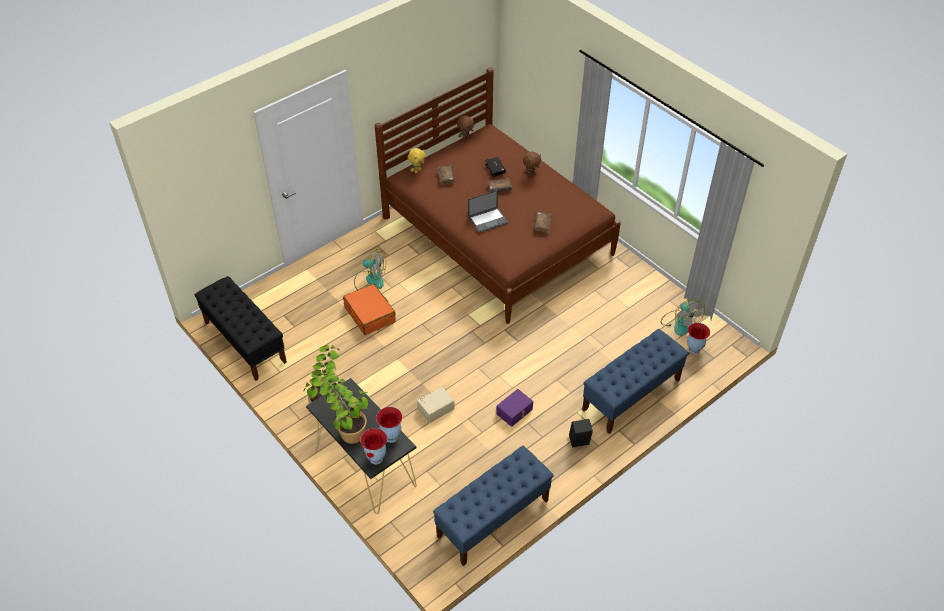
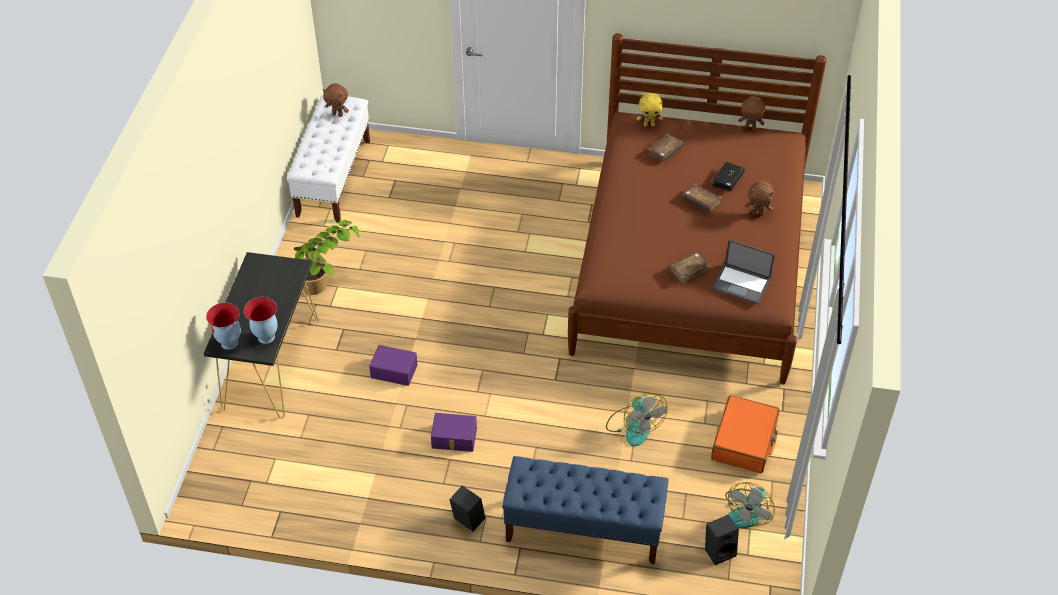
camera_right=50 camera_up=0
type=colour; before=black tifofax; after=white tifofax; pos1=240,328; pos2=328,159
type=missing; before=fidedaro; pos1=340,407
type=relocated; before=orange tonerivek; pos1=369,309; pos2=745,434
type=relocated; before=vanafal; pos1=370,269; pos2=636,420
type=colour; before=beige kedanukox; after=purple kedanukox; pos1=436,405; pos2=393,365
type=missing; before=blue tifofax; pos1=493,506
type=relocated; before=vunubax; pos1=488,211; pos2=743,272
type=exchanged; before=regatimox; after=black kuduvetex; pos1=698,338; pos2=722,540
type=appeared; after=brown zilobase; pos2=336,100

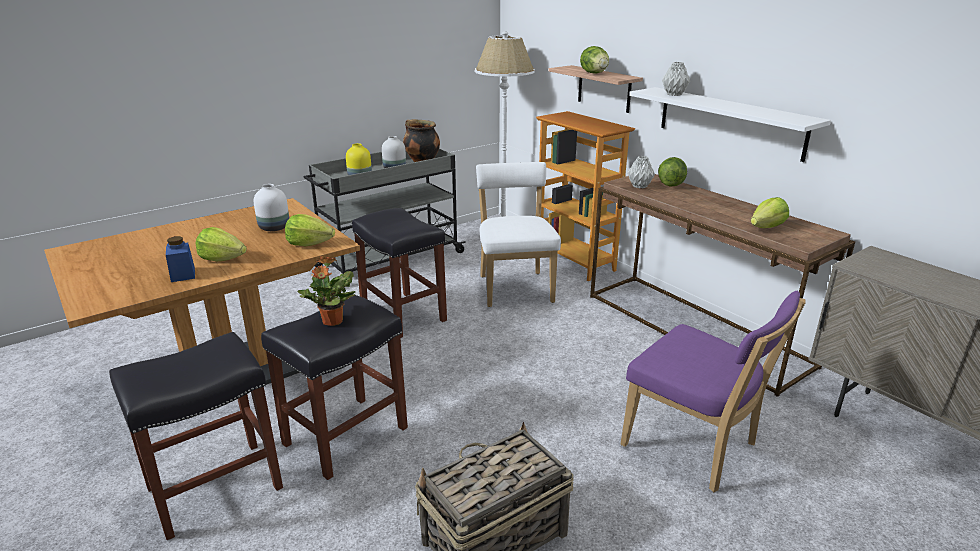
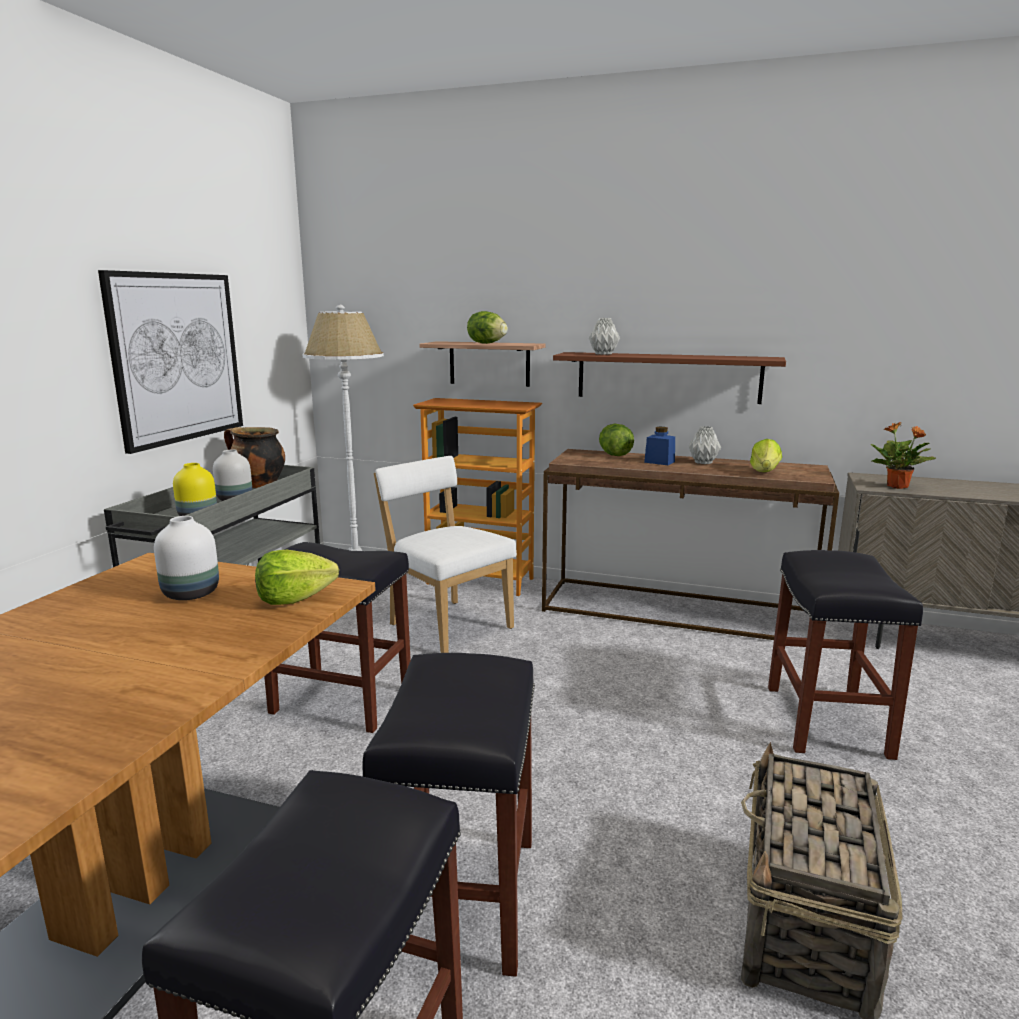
camera_right=-35 camera_up=-10
type=relocated; before=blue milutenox; pos1=180,259; pos2=659,446
type=missing; before=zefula; pos1=221,244
type=relocated; before=fidedaro; pos1=326,291; pos2=903,455
type=exchanged; before=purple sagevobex; after=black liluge; pos1=713,391; pos2=845,655
type=relocated; before=grey regatimox; pos1=641,172; pos2=704,445
type=colour; before=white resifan; after=brown resifan; pos1=730,124; pos2=669,378
type=appeared; after=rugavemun; pos2=170,362

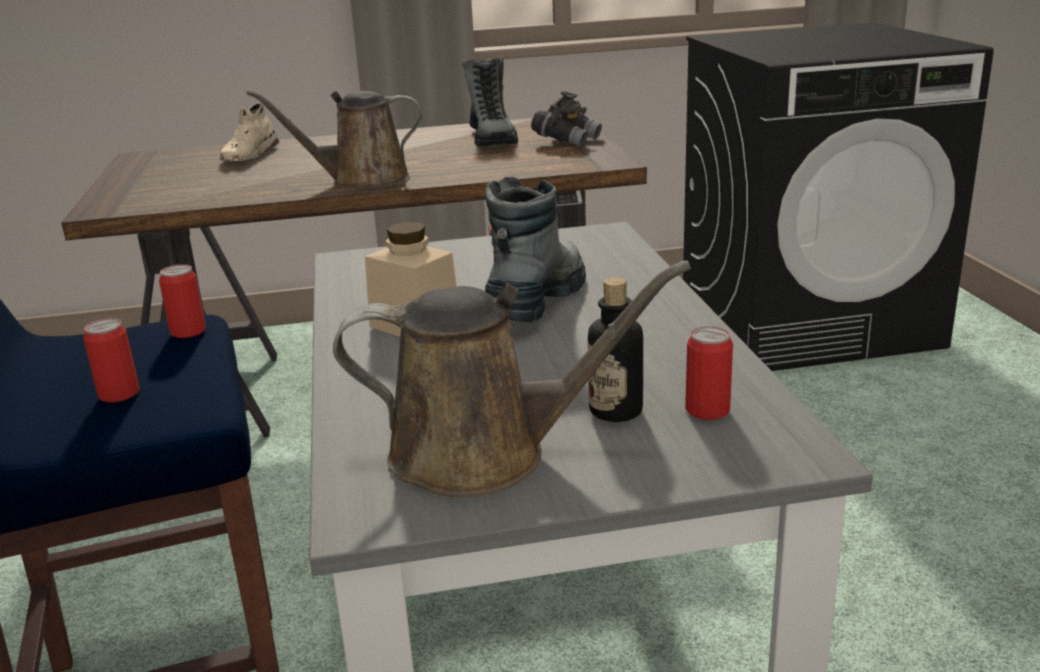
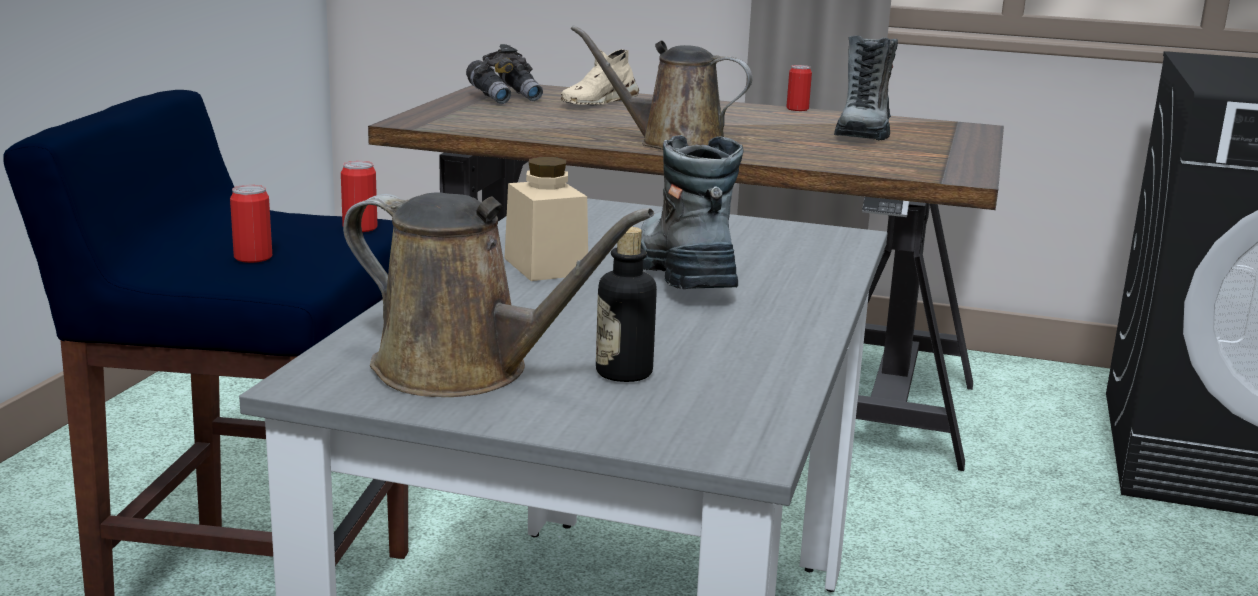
camera_right=25 camera_up=-5
type=spun; before=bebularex; pos1=535,249; pos2=692,212; turn=-60
type=relocated; before=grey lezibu; pos1=566,119; pos2=504,74
type=relocated; before=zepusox; pos1=709,373; pos2=799,88

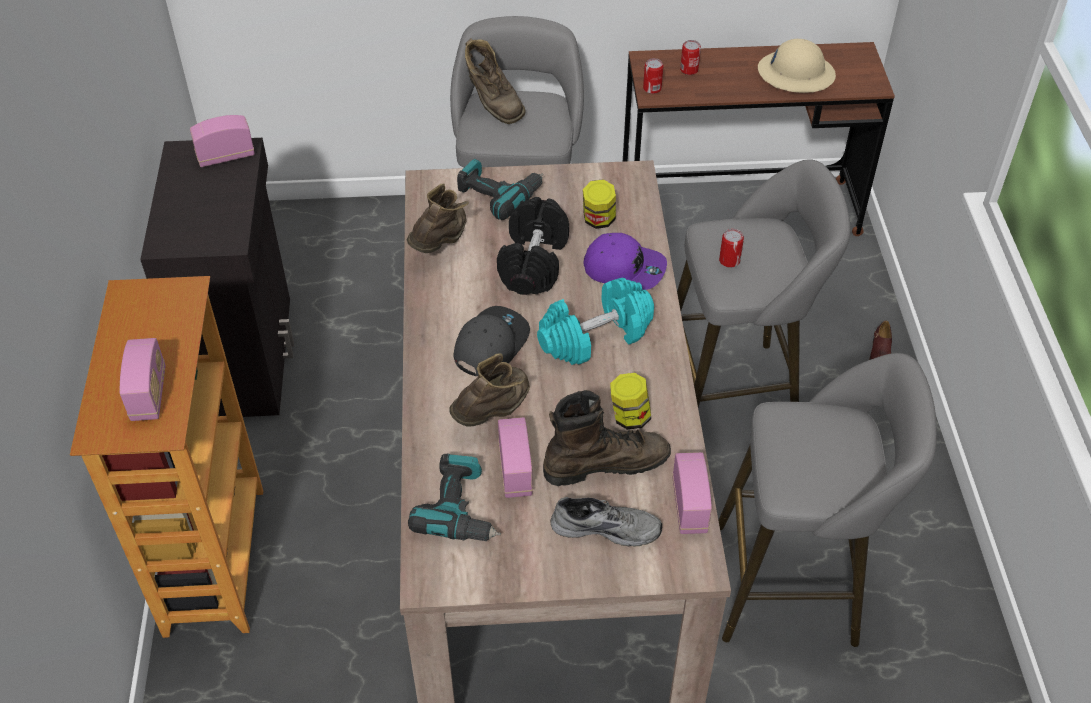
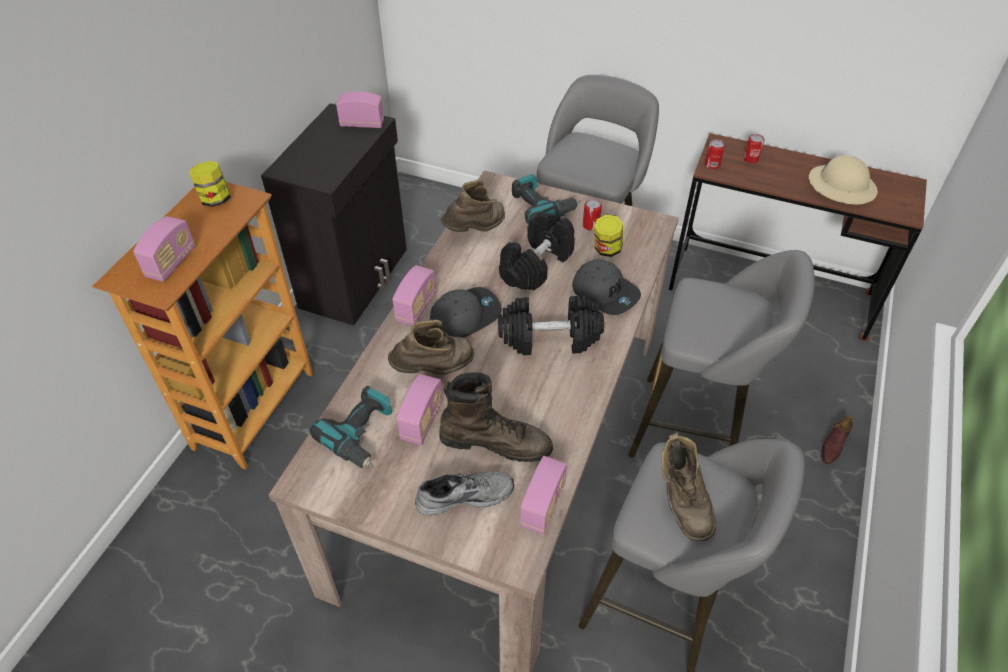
camera_right=25 camera_up=0
type=relocated; before=brown bebularex; pos1=495,81; pos2=688,487
type=colour; before=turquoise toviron; after=black toviron; pos1=595,321; pos2=551,325
type=spun; before=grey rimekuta; pos1=606,522; pos2=464,493; turn=-45
type=colour; before=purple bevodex; after=grey bevodex; pos1=625,261; pos2=606,287
type=relocated; before=milutenox; pos1=630,401; pos2=210,184
type=relocated; before=zepusox; pos1=731,248; pos2=592,215
type=appeared; after=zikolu; pos2=414,295

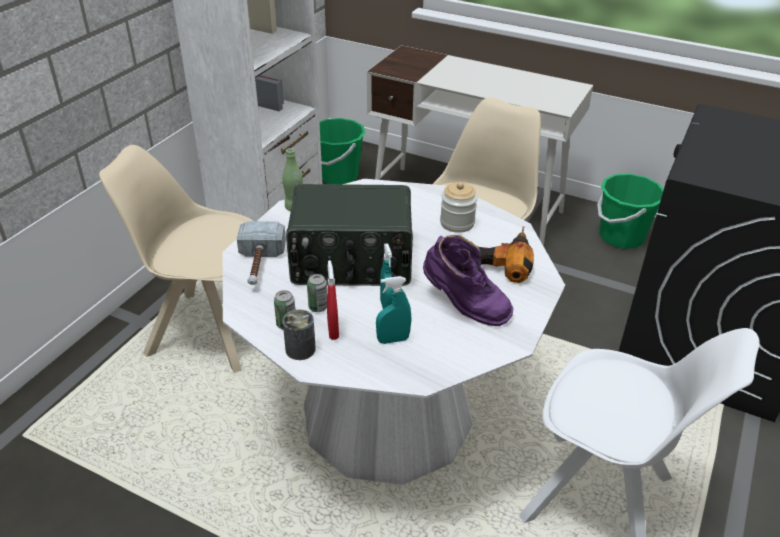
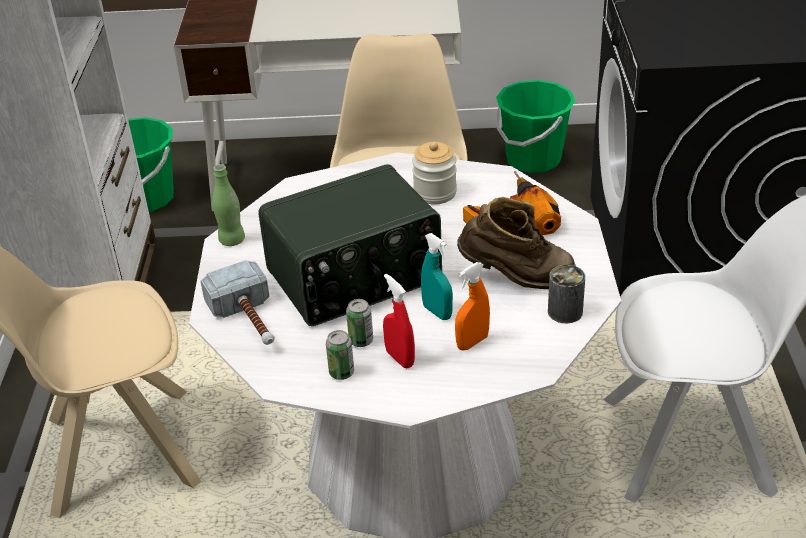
camera_right=-25 camera_up=0
type=relocated; before=zepusox; pos1=299,335; pos2=566,294
type=colour; before=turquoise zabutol; after=orange zabutol; pos1=393,310; pos2=472,306
type=colour; before=purple bebularex; after=brown bebularex; pos1=468,280; pos2=516,243

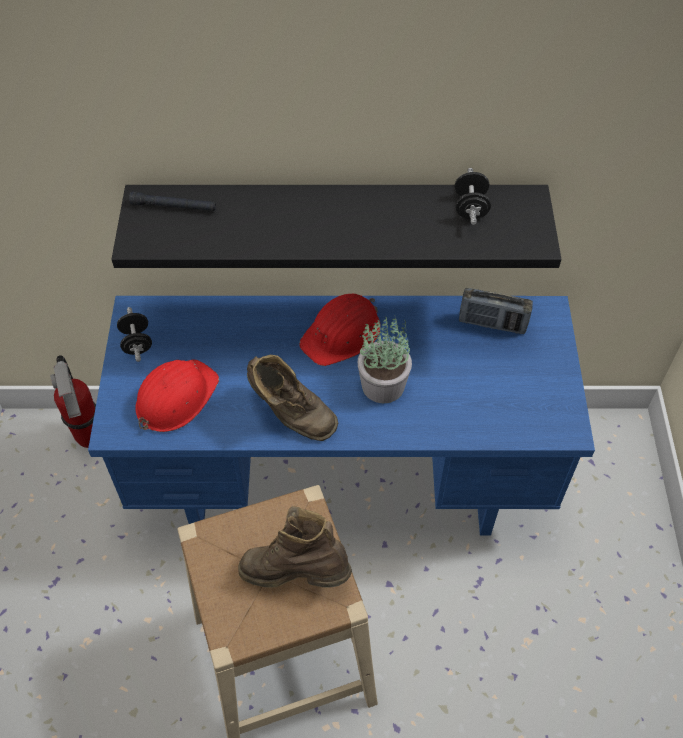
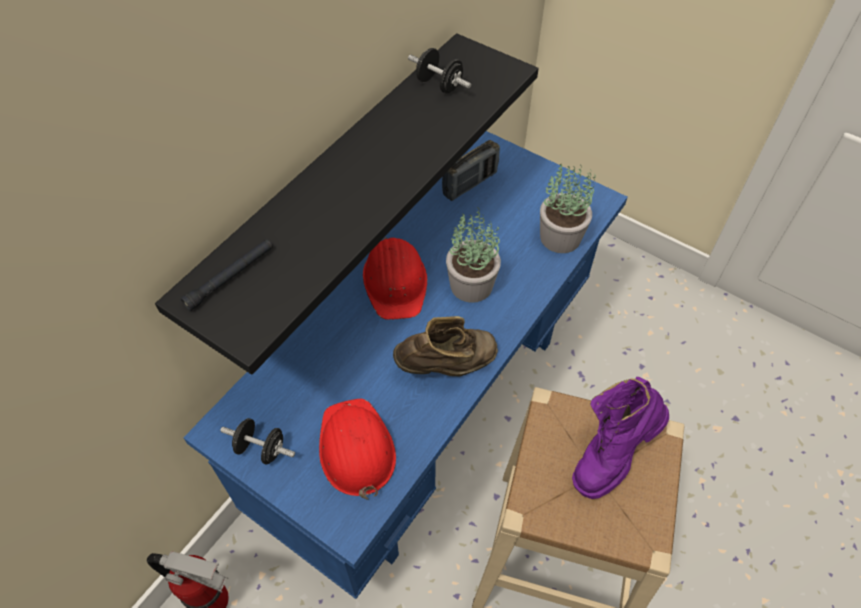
camera_right=-55 camera_up=0
type=colour; before=brown bebularex; after=purple bebularex; pos1=295,546; pos2=620,438
type=appeared; after=fidedaro; pos2=568,208

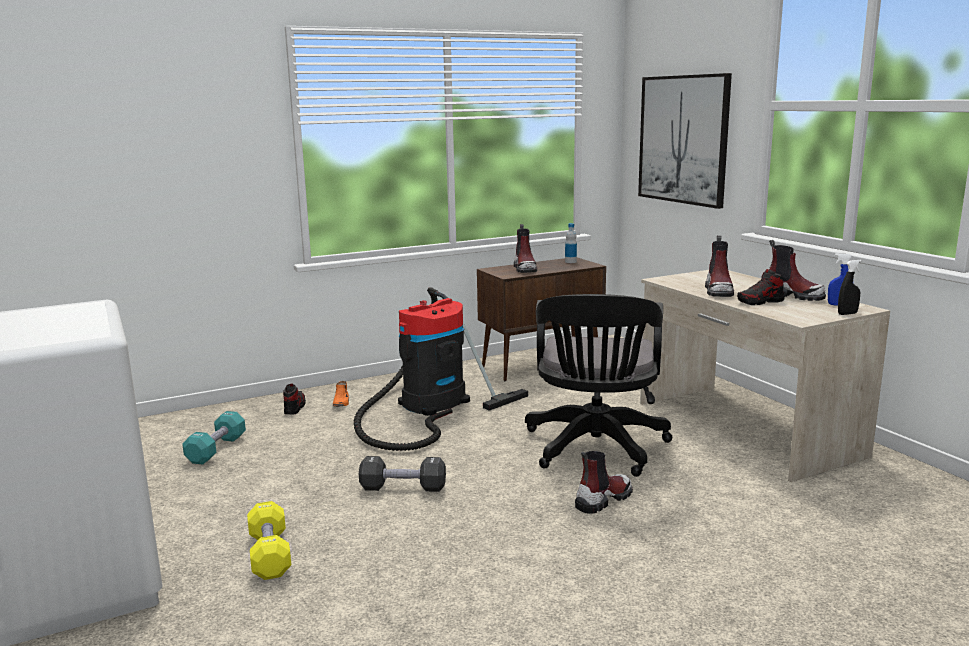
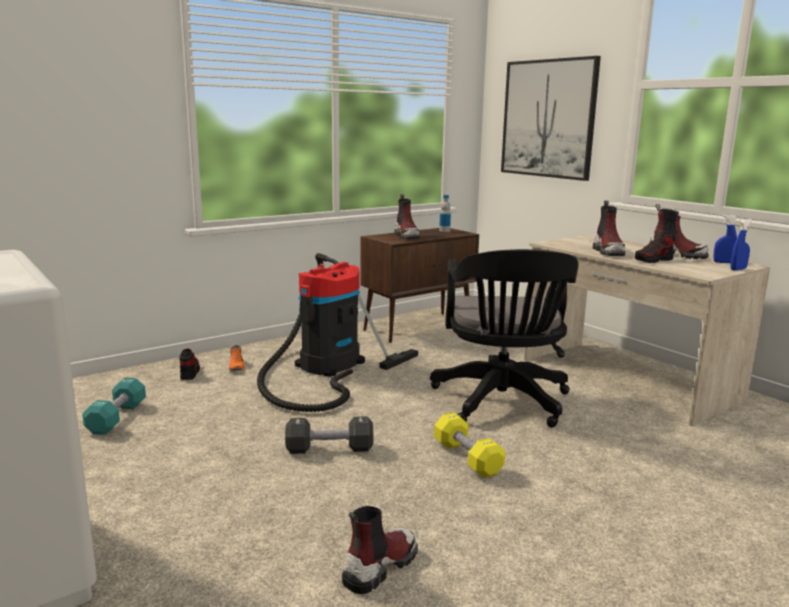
camera_right=-10 camera_up=0
type=relocated; before=yellow toviron; pos1=269,540; pos2=469,445
type=relocated; before=bebularex; pos1=604,482; pos2=380,550
type=colour; before=black zabutol; after=blue zabutol; pos1=850,287; pos2=742,244

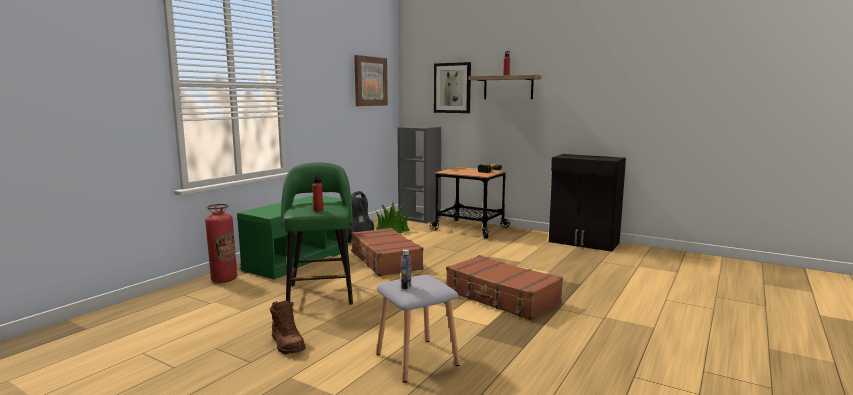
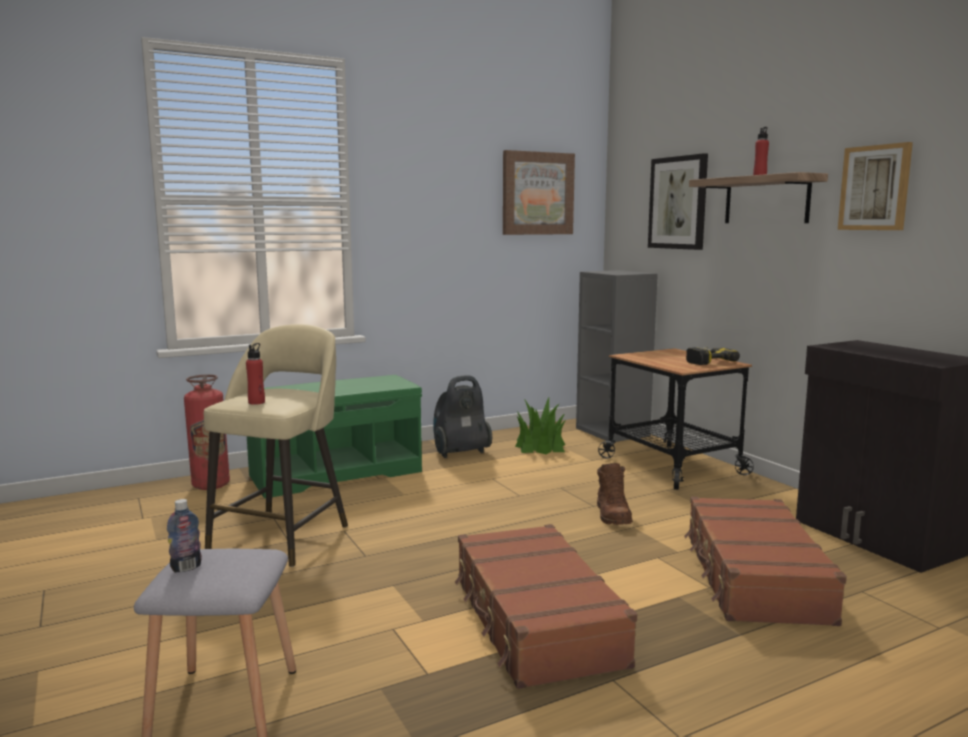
camera_right=30 camera_up=0
type=relocated; before=brown bebularex; pos1=288,327; pos2=615,494
type=colour; before=green liluge; after=beige liluge; pos1=317,233; pos2=276,445
type=relocated; before=brown tonerivek; pos1=387,252; pos2=765,561
type=appeared; after=rugavemun; pos2=875,186

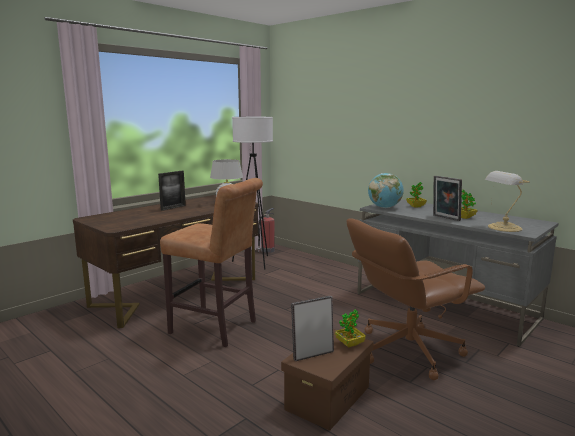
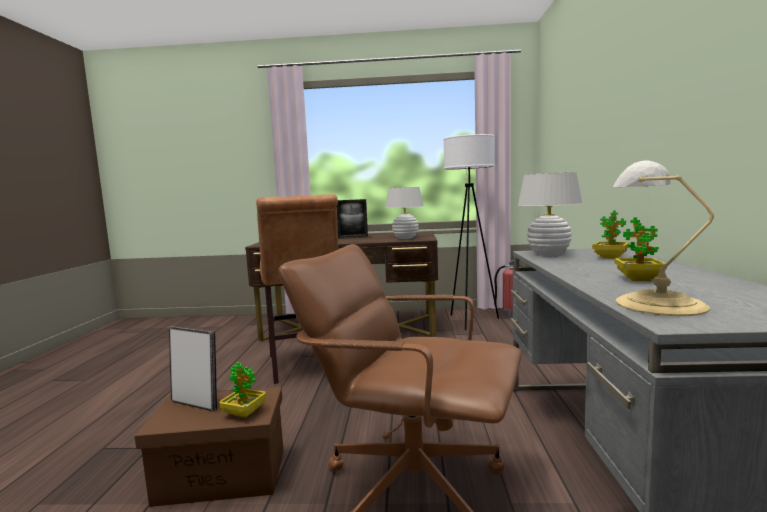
camera_right=50 camera_up=-5
type=exchanged; before=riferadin; after=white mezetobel; pos1=385,190; pos2=550,214
type=missing; before=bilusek; pos1=447,198

